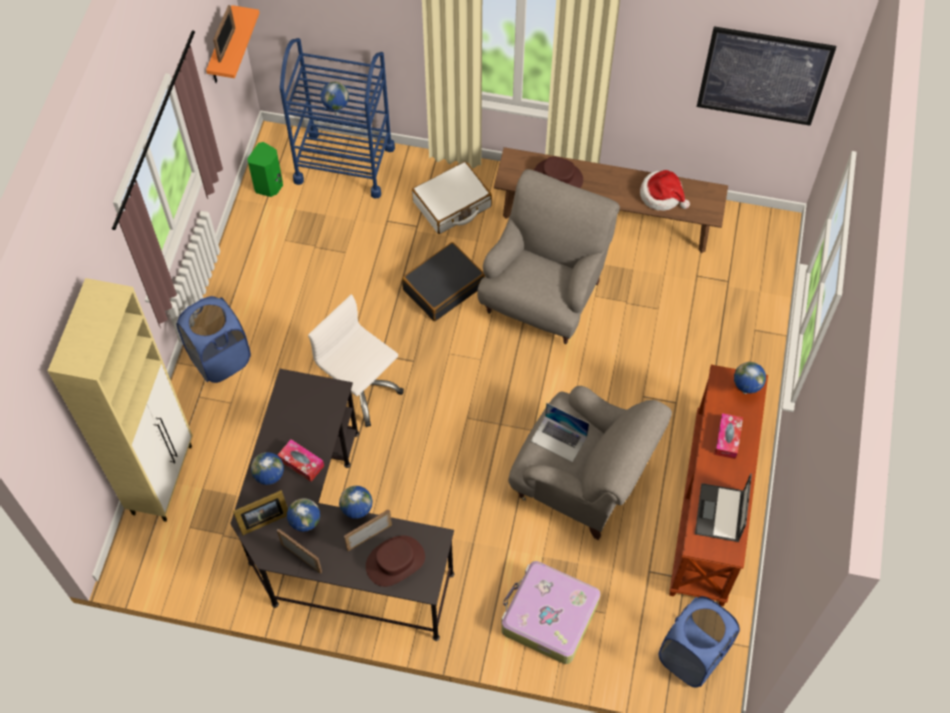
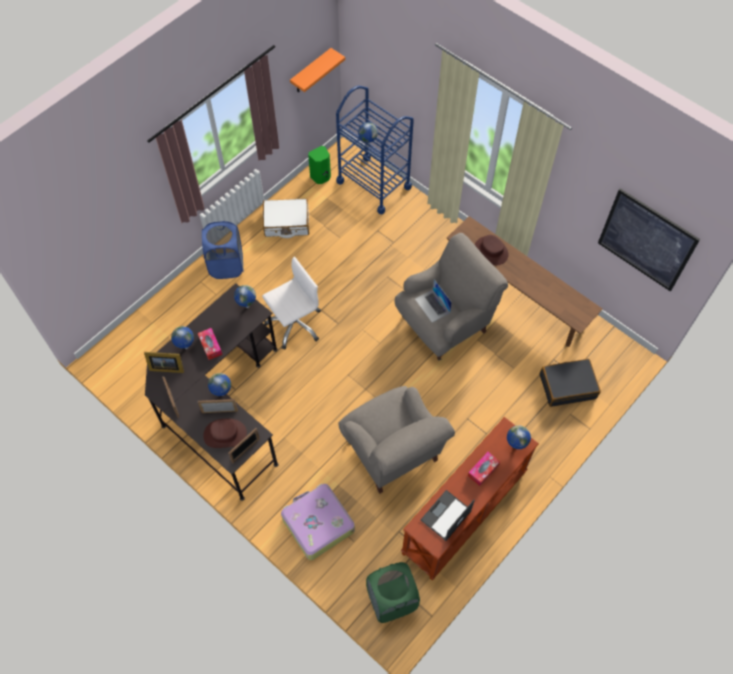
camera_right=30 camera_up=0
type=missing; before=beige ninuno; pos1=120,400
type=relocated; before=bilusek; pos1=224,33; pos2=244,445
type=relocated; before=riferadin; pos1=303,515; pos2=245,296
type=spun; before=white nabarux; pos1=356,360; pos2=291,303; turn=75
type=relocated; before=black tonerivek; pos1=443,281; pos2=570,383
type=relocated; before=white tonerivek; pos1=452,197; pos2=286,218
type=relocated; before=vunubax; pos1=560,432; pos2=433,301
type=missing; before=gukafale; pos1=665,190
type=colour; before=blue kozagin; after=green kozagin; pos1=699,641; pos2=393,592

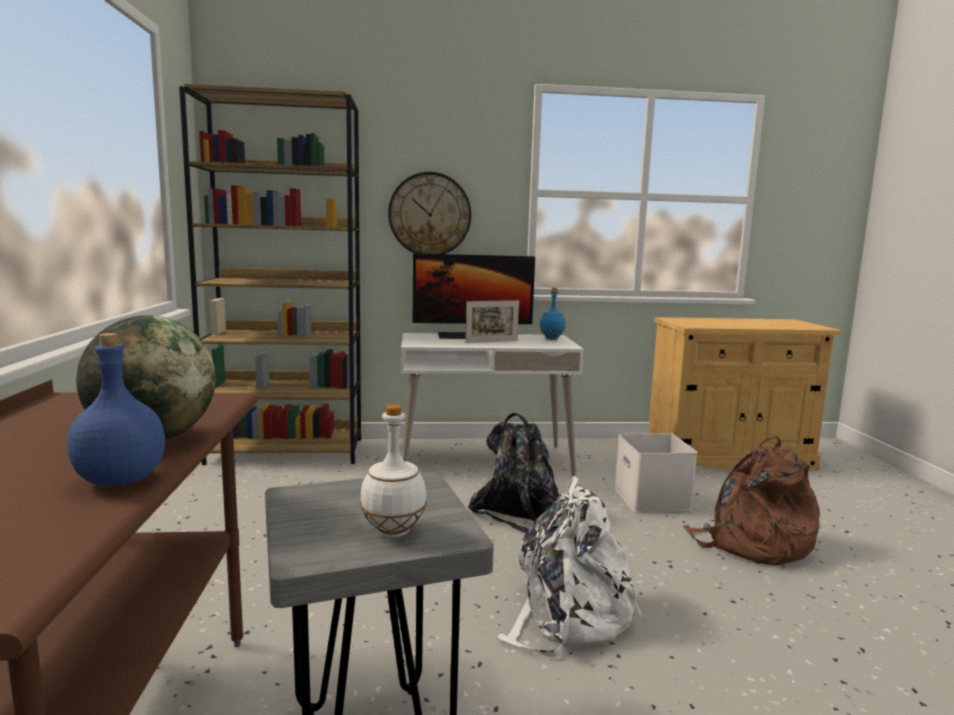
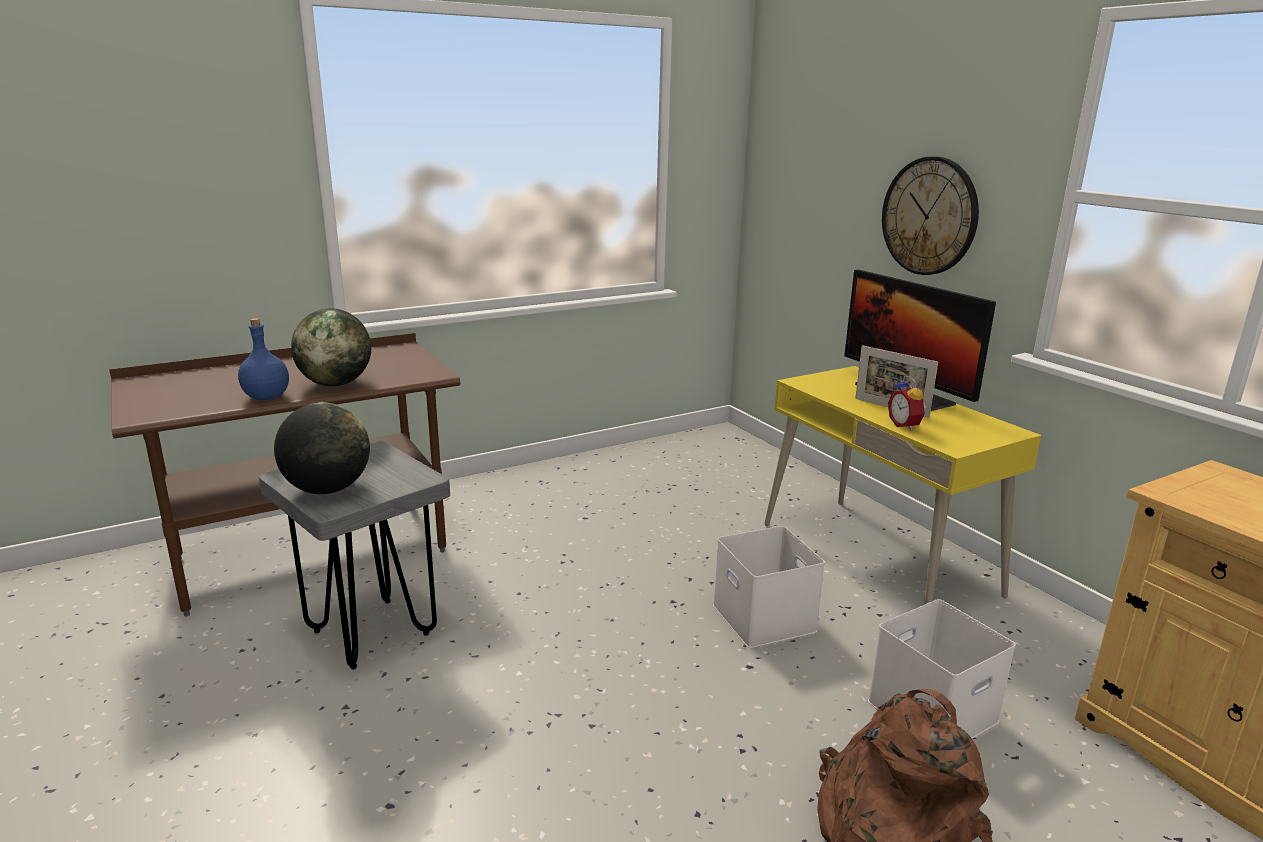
camera_right=65 camera_up=10
type=missing; before=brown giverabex; pos1=270,274
type=exchanged; before=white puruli; after=riferadin; pos1=393,471; pos2=322,448
type=colour; before=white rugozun; after=yellow rugozun; pos1=492,404; pos2=903,485
type=exchanged; before=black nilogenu; after=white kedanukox; pos1=514,473; pos2=769,587
type=missing; before=white nilogenu; pos1=569,566
type=missing; before=blue puruli; pos1=553,314
type=appeared; after=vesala; pos2=907,403

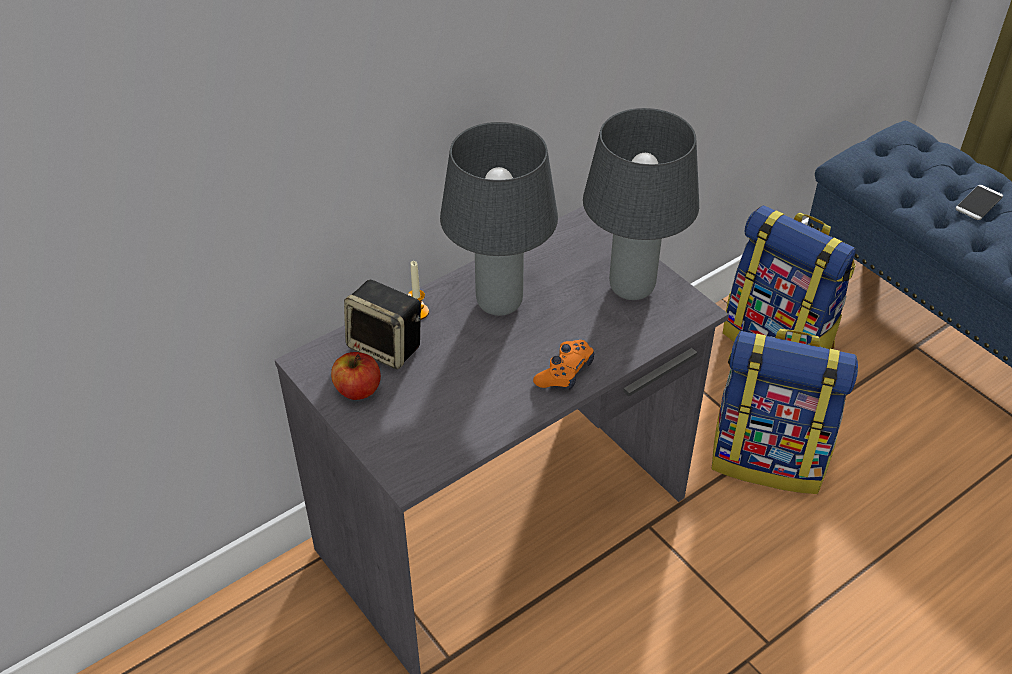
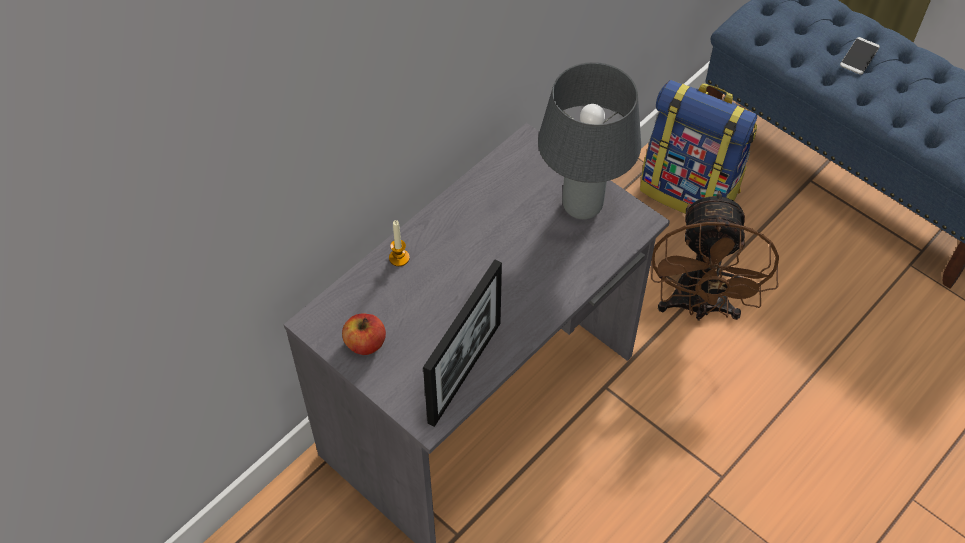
camera_right=-10 camera_up=10
type=missing; before=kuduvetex; pos1=382,324
type=missing; before=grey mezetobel; pos1=499,219
type=missing; before=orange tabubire; pos1=563,364
type=exchanged; before=nilogenu; after=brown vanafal; pos1=785,411; pos2=715,256
type=appeared; after=bilusek; pos2=462,343

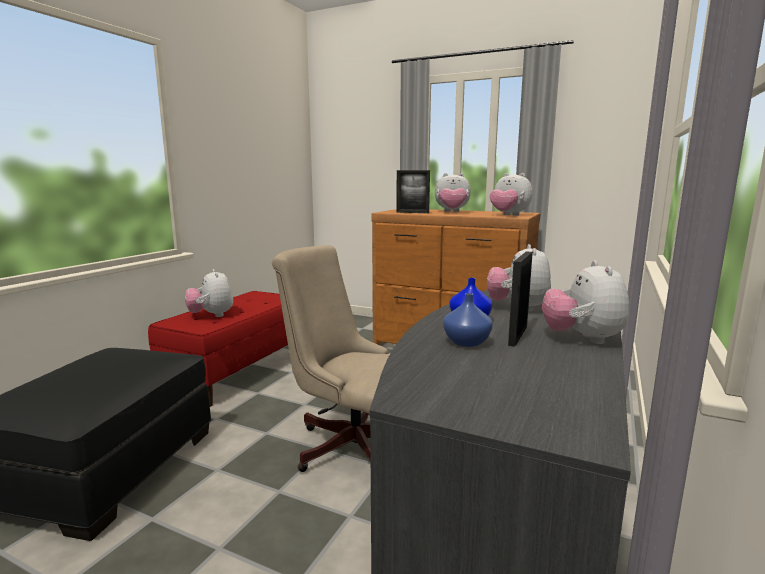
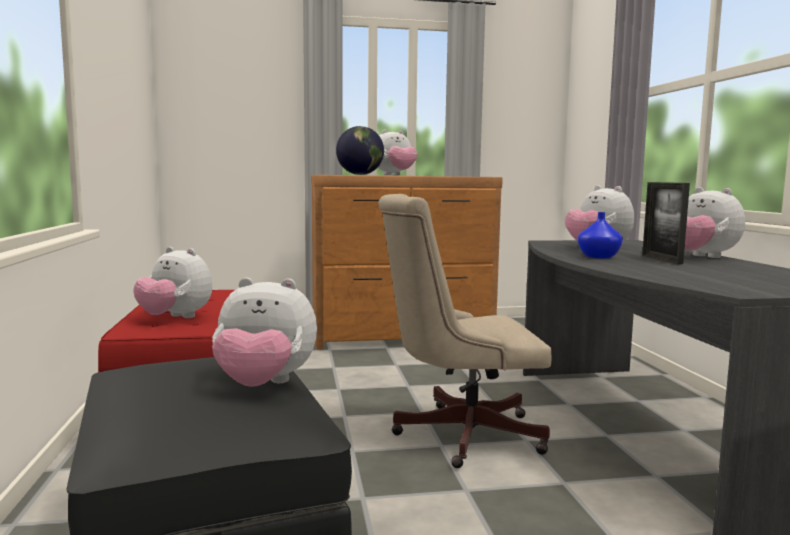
camera_right=-35 camera_up=-5
type=exchanged; before=bilusek; after=riferadin; pos1=413,191; pos2=360,150
type=missing; before=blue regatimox; pos1=468,320
type=relocated; before=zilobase; pos1=511,194; pos2=264,332

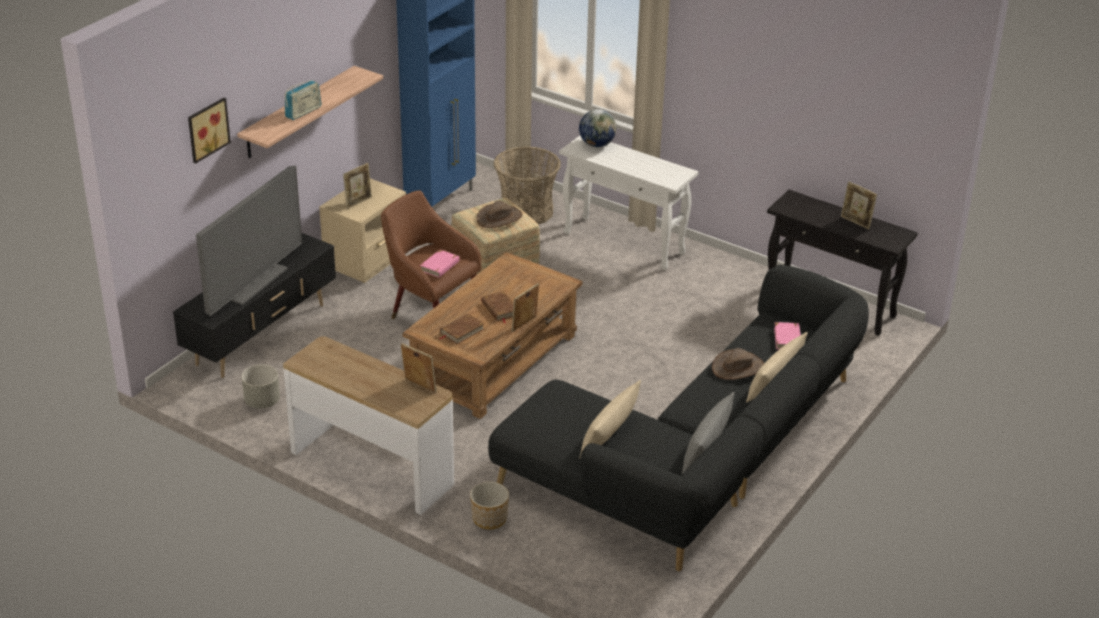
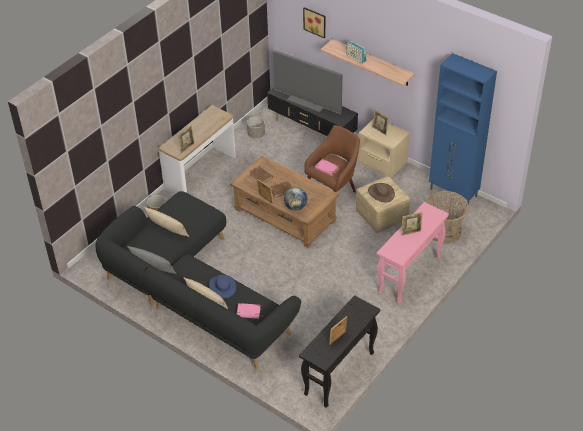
camera_right=95 camera_up=10
type=colour; before=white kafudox; after=pink kafudox; pos1=629,203; pos2=413,253
type=relocated; before=riferadin; pos1=597,128; pos2=295,199
type=colour; before=brown gukafale; after=blue gukafale; pos1=738,364; pos2=222,286
type=appeared; after=bilusek; pos2=412,224

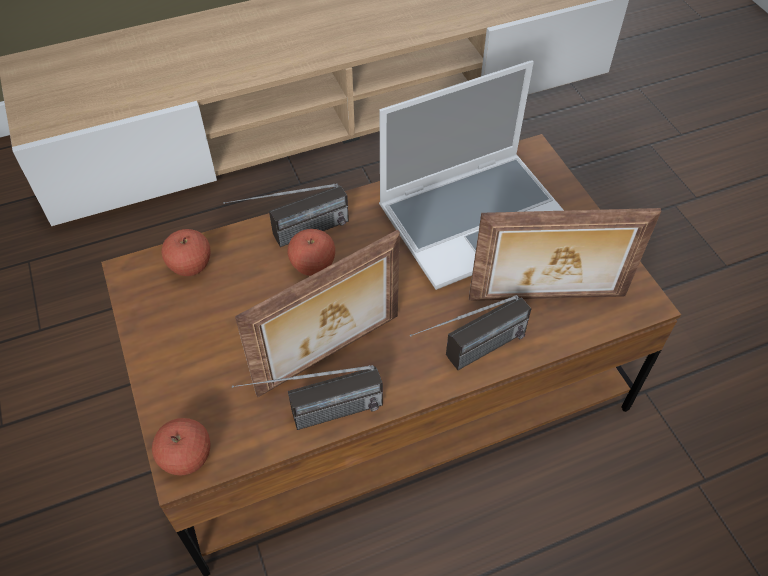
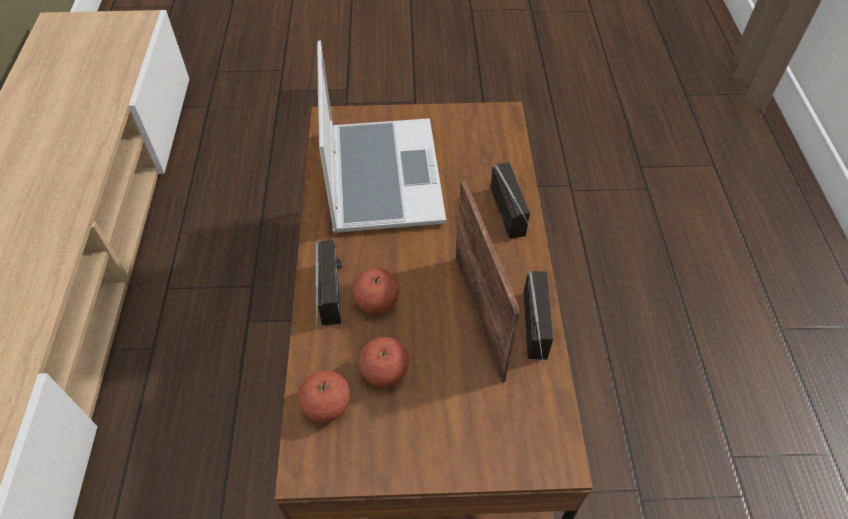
camera_right=-70 camera_up=0
type=relocated; before=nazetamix; pos1=181,446; pos2=384,362
type=missing; before=bilusek; pos1=565,254

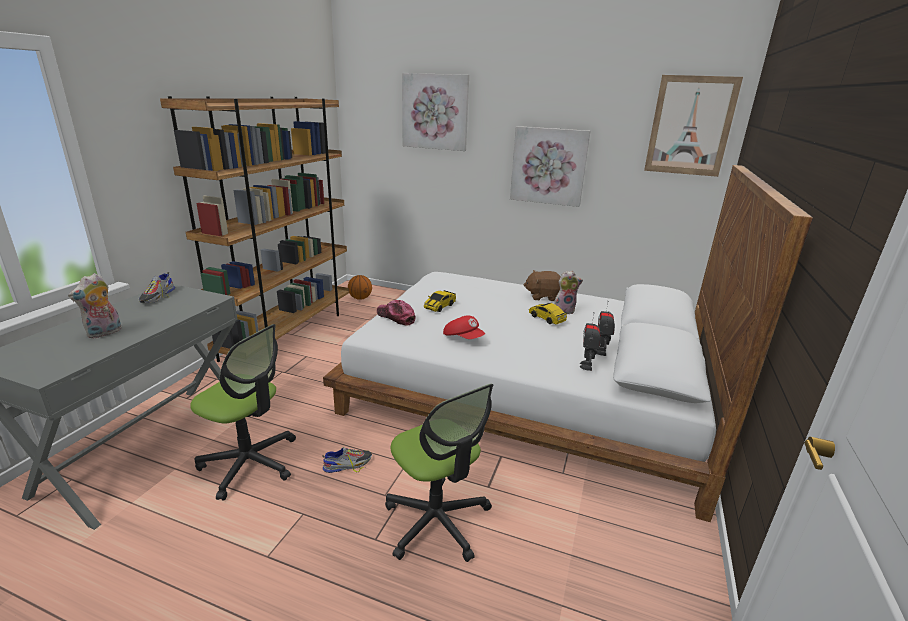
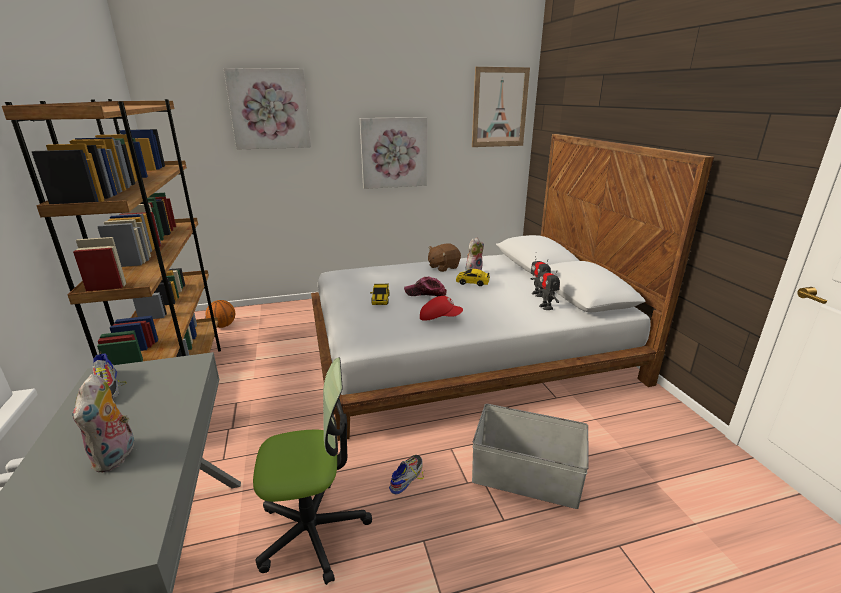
camera_right=-35 camera_up=0
type=relocated; before=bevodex; pos1=396,313; pos2=425,287
type=exchanged; before=nabarux; after=grey kedanukox; pos1=439,473; pos2=530,456

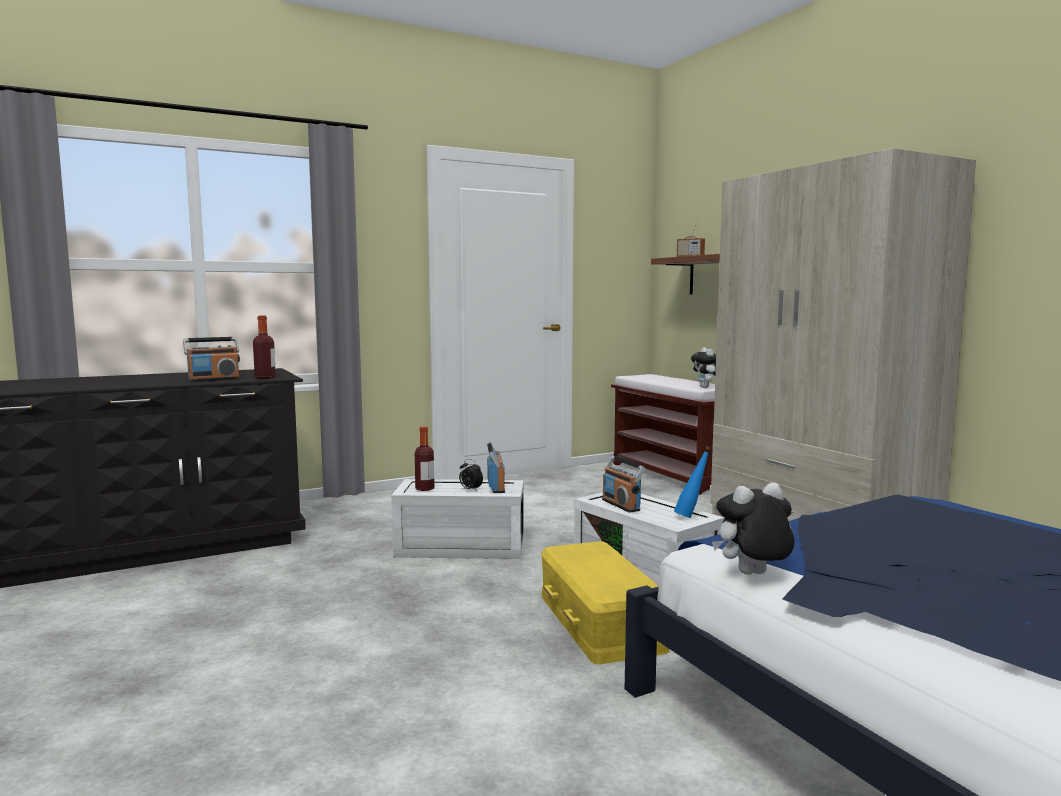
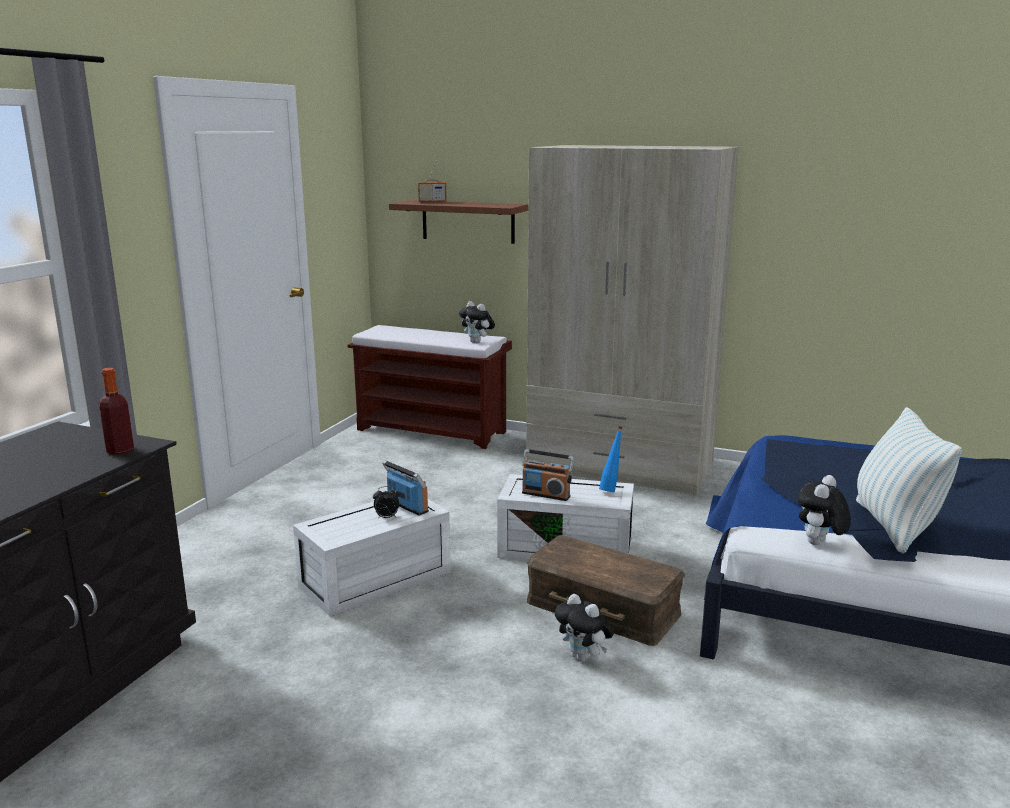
camera_right=-40 camera_up=10
type=missing; before=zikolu; pos1=211,359
type=missing; before=puruli; pos1=424,458
type=colour; before=yellow kedanukox; after=brown kedanukox; pos1=605,602; pos2=606,590
type=appeared; after=zilobase; pos2=584,628
type=appeared; after=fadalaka; pos2=909,480

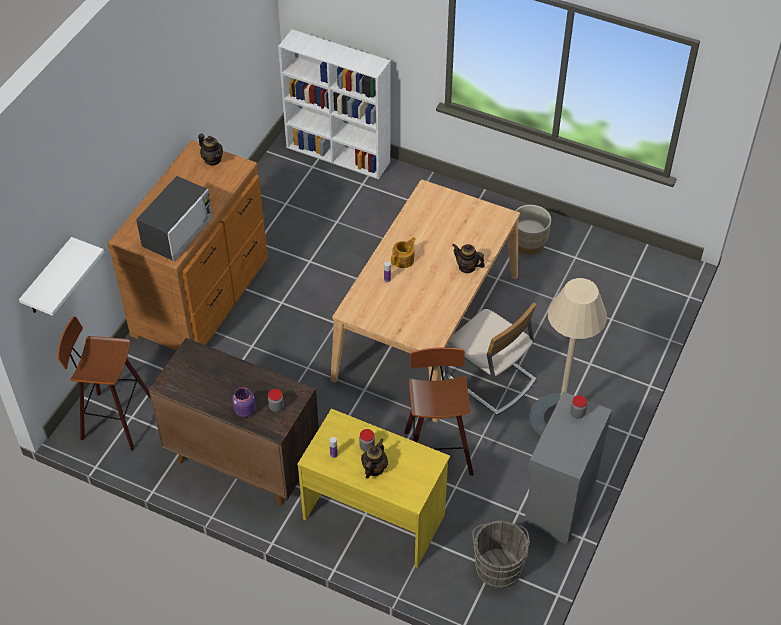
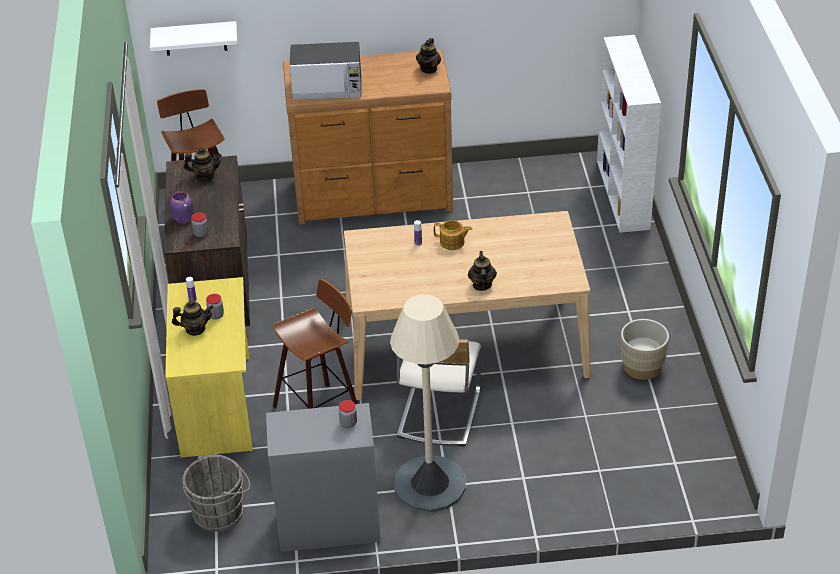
camera_right=60 camera_up=-10
type=appeared; after=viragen; pos2=203,164

